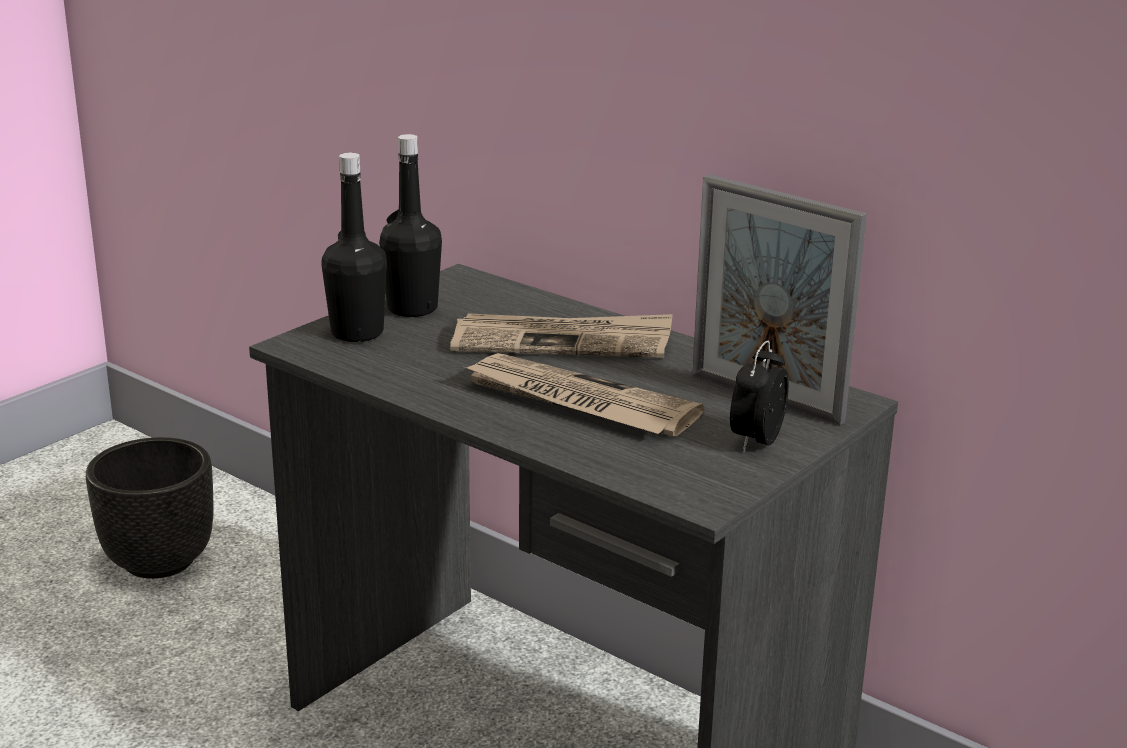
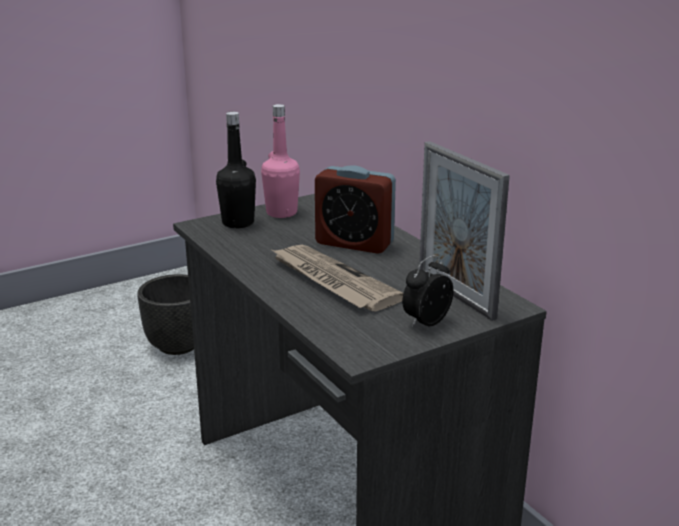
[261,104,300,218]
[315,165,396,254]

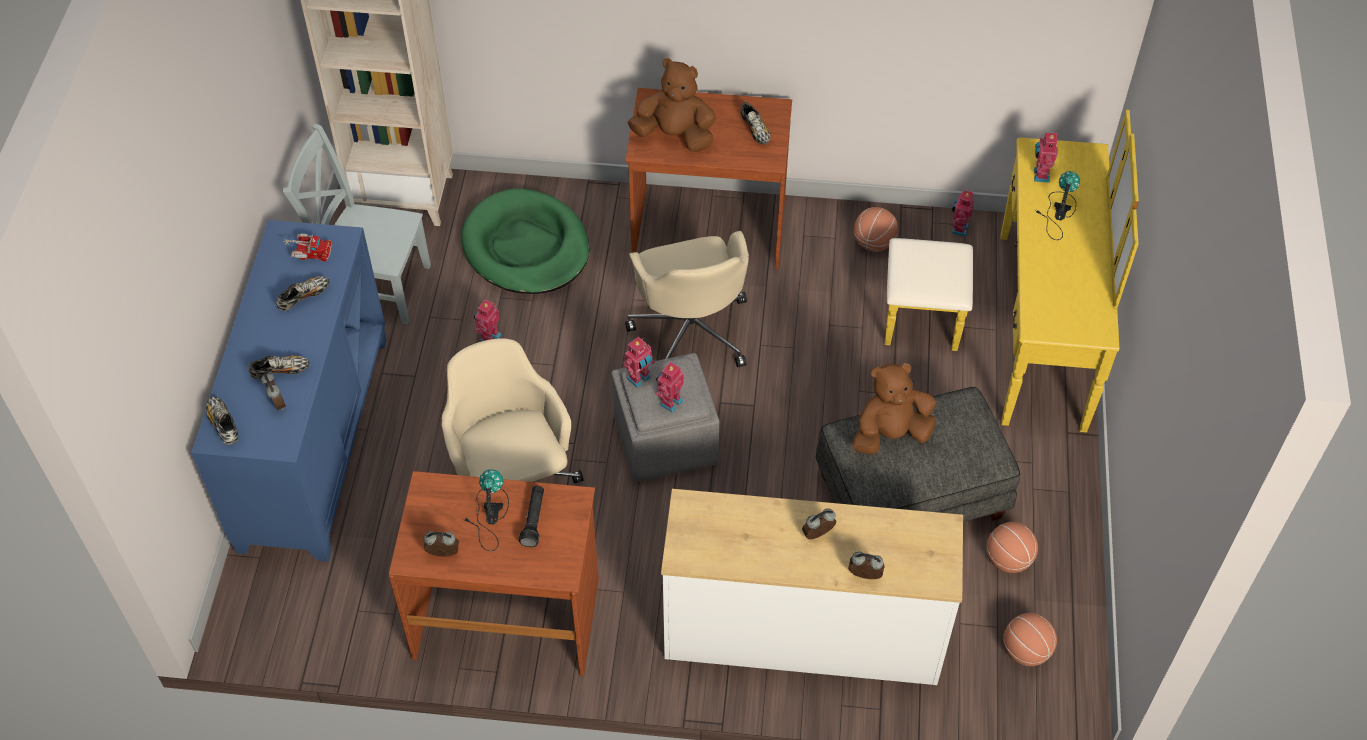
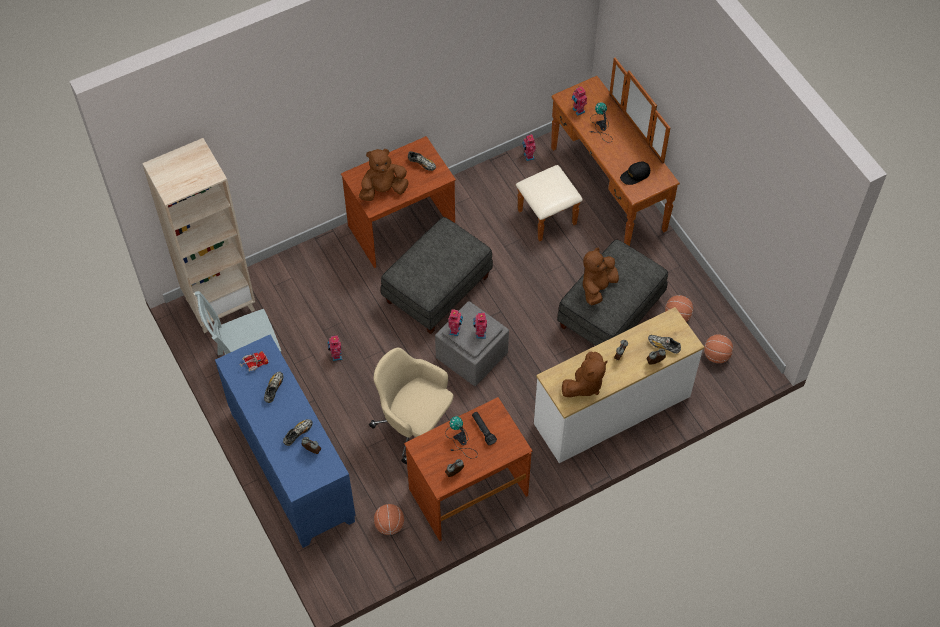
[648,335,681,354]
[461,188,589,294] (first image)
[381,217,493,334]
[374,504,404,535]
[516,58,680,246]
[562,352,607,397]
[620,162,650,185]

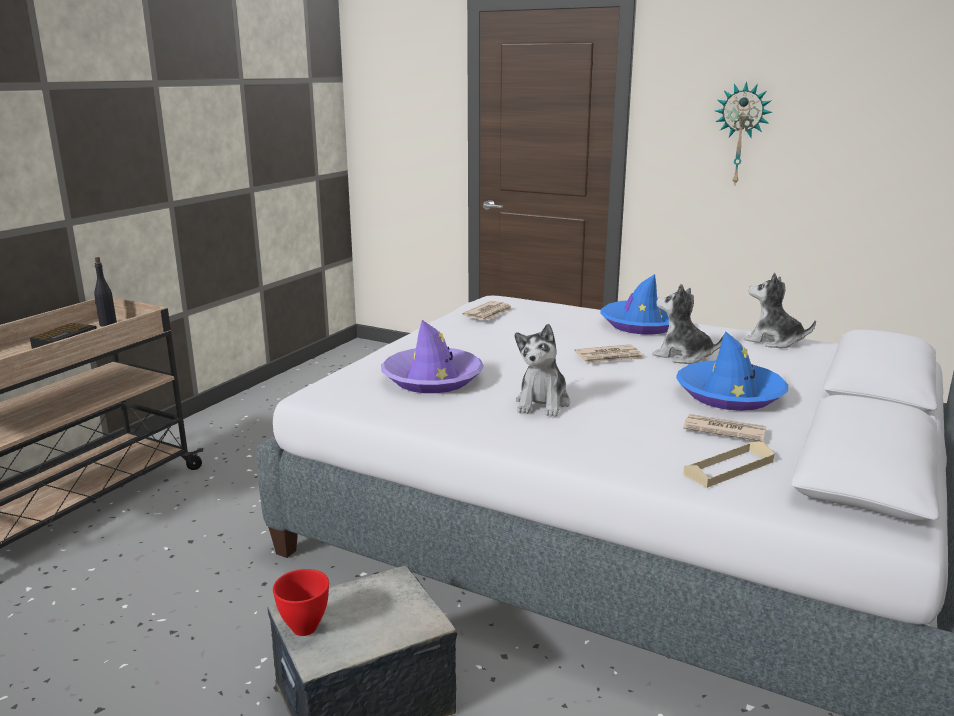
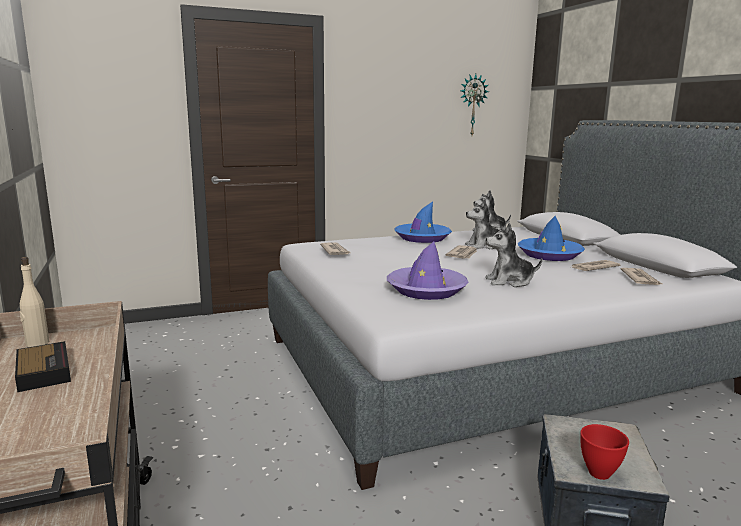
[20,257,49,347]
[485,223,542,287]
[621,268,662,285]
[460,74,489,135]

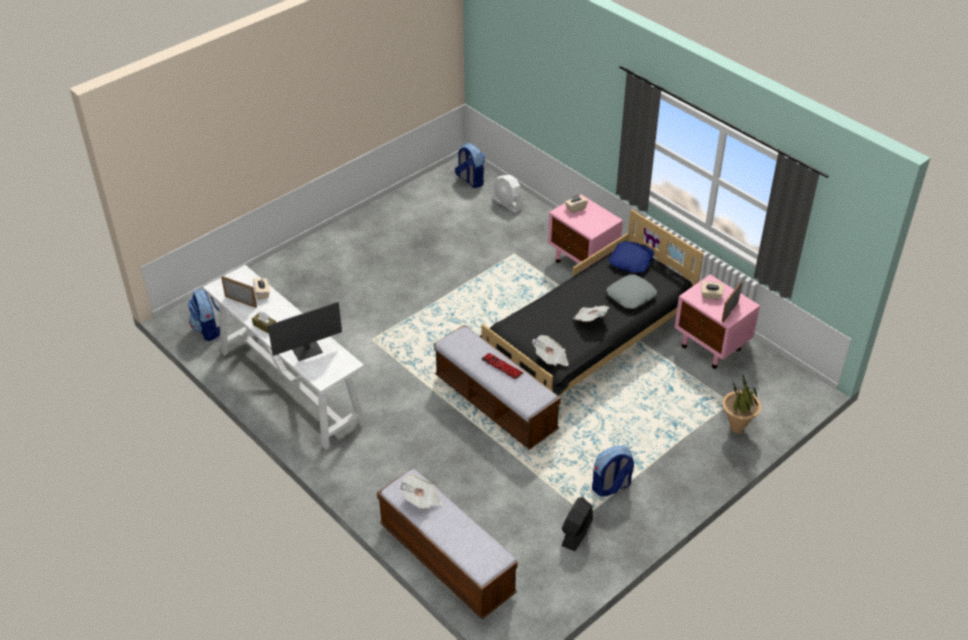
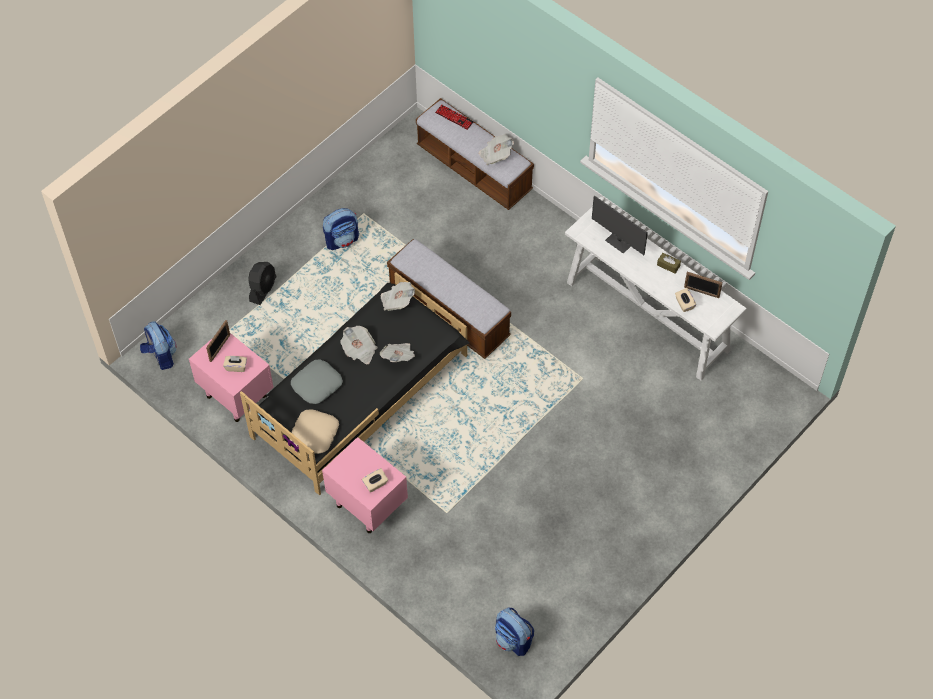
[140,321,176,370]
[592,196,648,255]
[435,105,474,130]
[493,175,524,213] (first image)
[249,262,276,305]
[289,409,339,454]
[723,374,761,433] (first image)
[380,343,415,362]

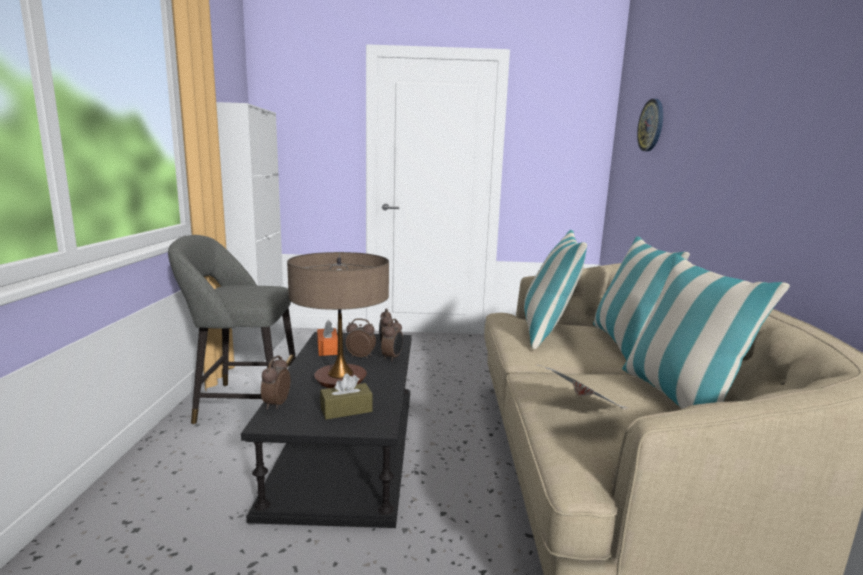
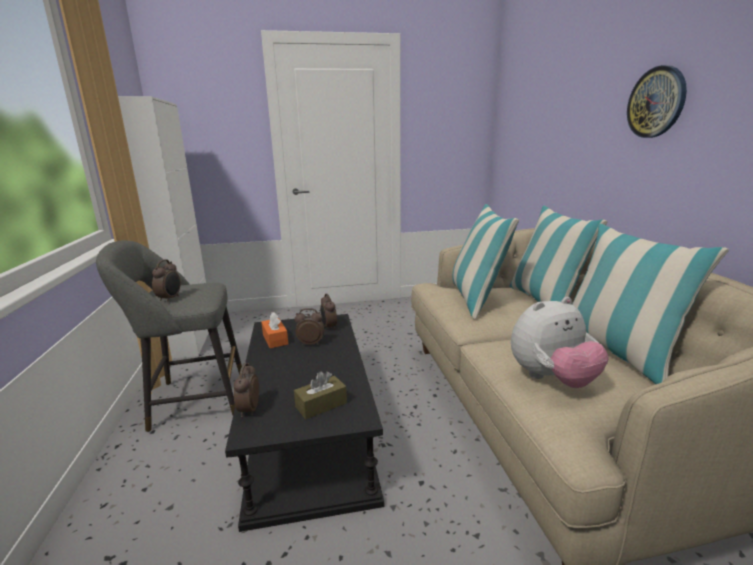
[287,252,389,388] (first image)
[152,260,181,302]
[511,297,609,388]
[627,65,687,138]

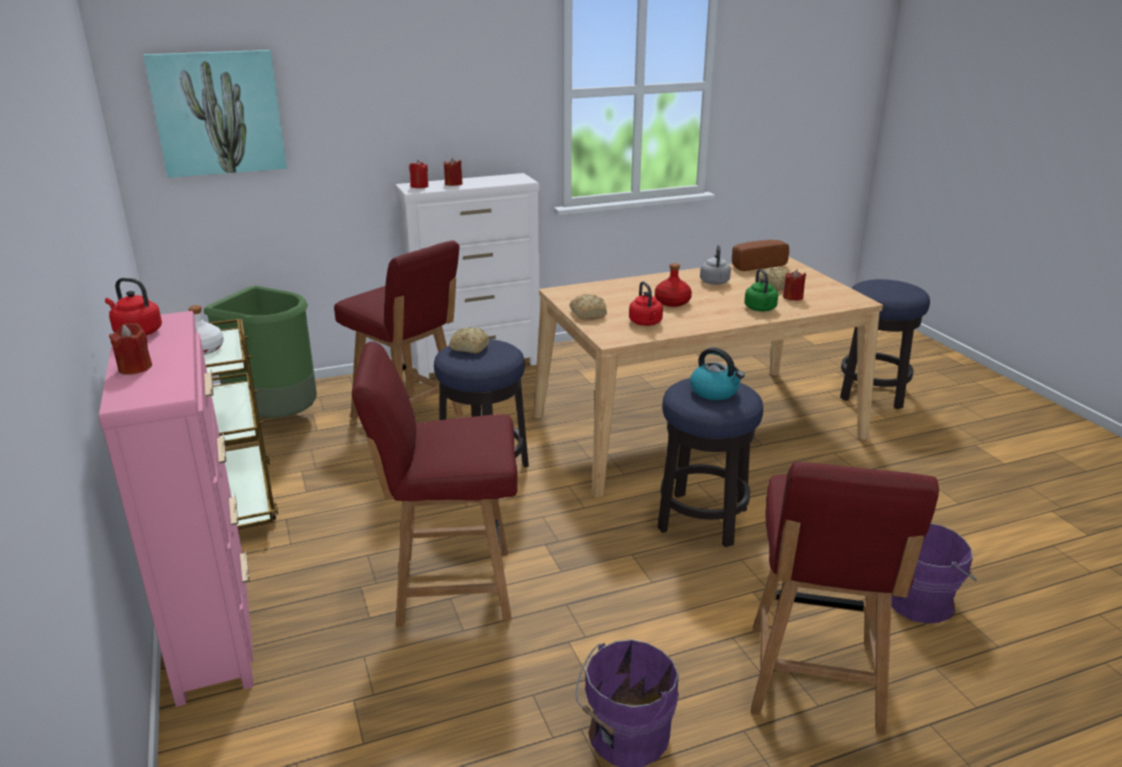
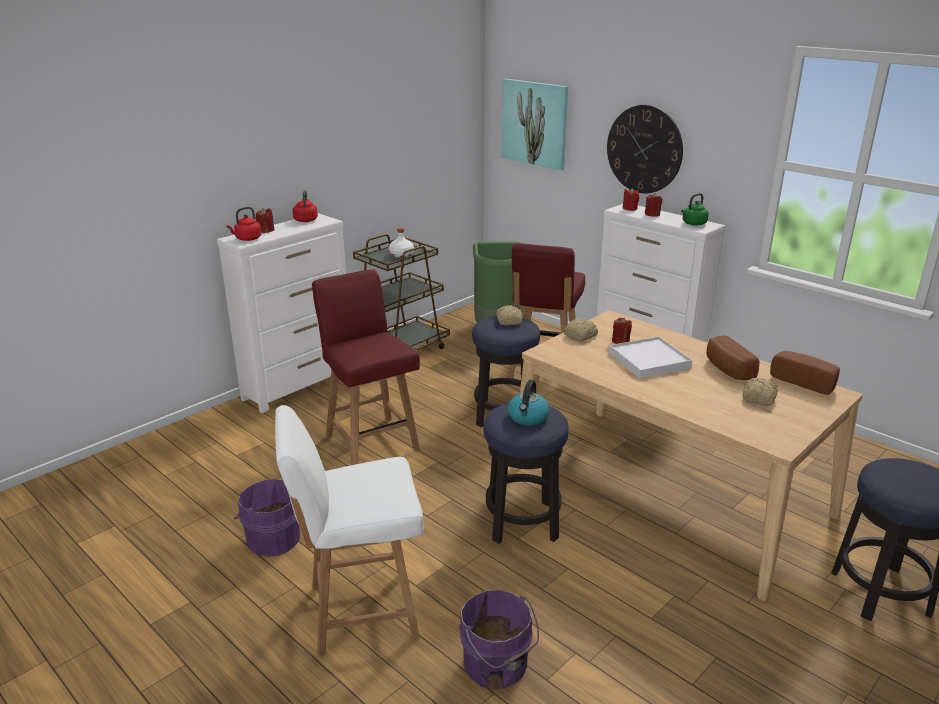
[217,213,346,413]
[227,207,262,241]
[609,336,692,378]
[706,335,759,380]
[681,193,709,226]
[275,405,424,656]
[612,318,632,344]
[607,105,683,193]

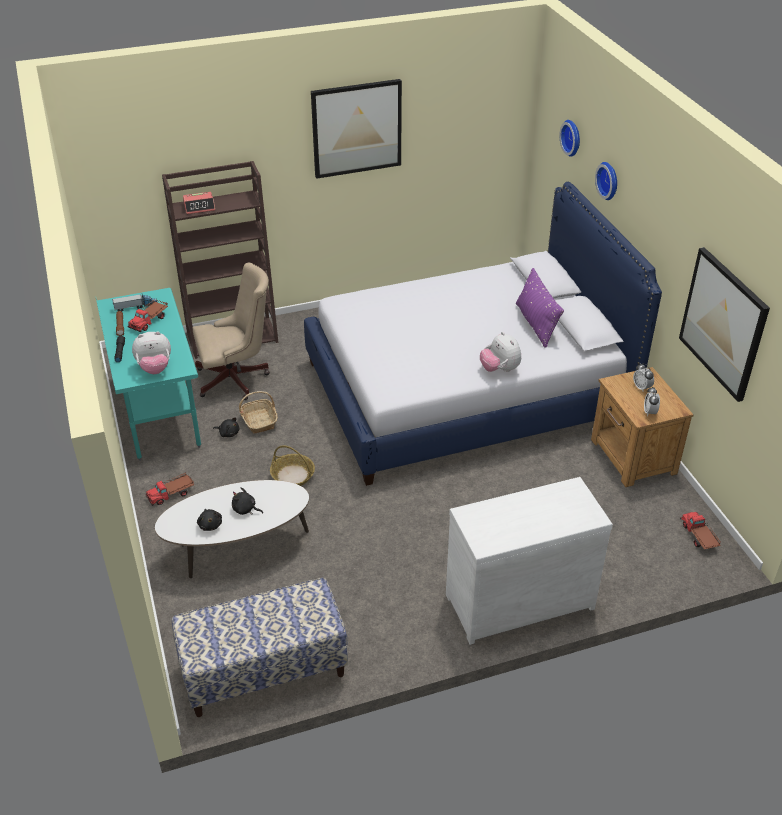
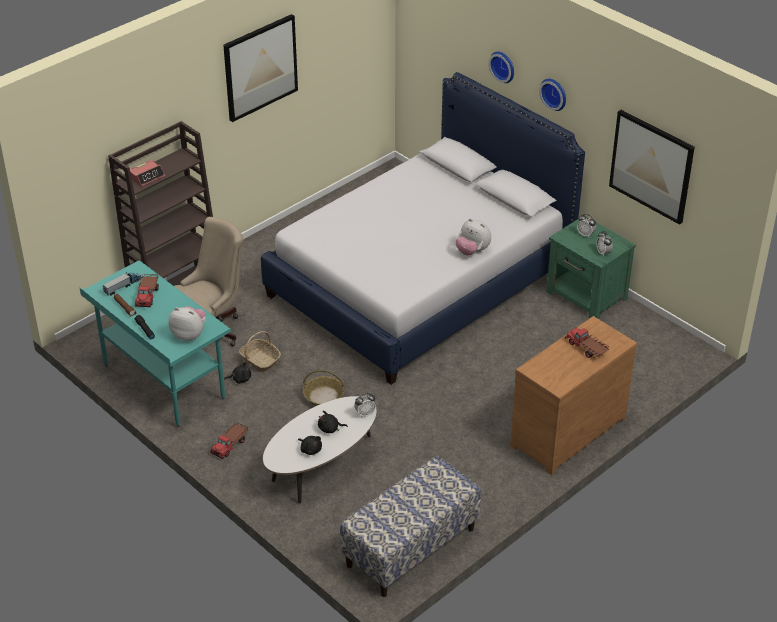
[168,306,206,341]
[510,316,637,475]
[516,268,564,348] (first image)
[539,79,566,111]
[546,219,636,319]
[565,327,609,358]
[354,393,376,417]

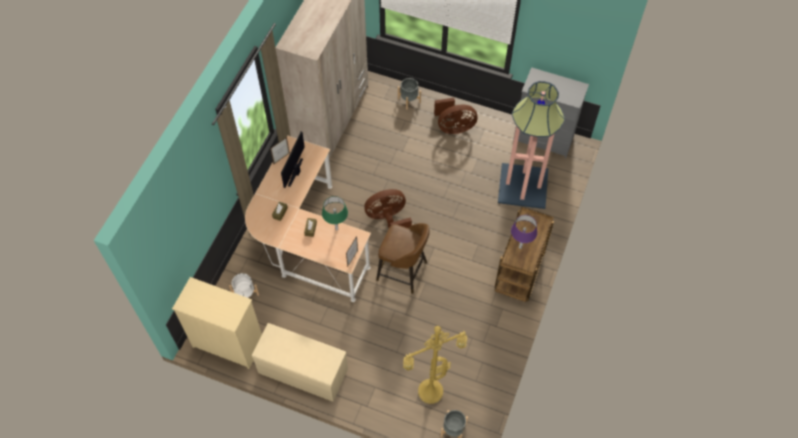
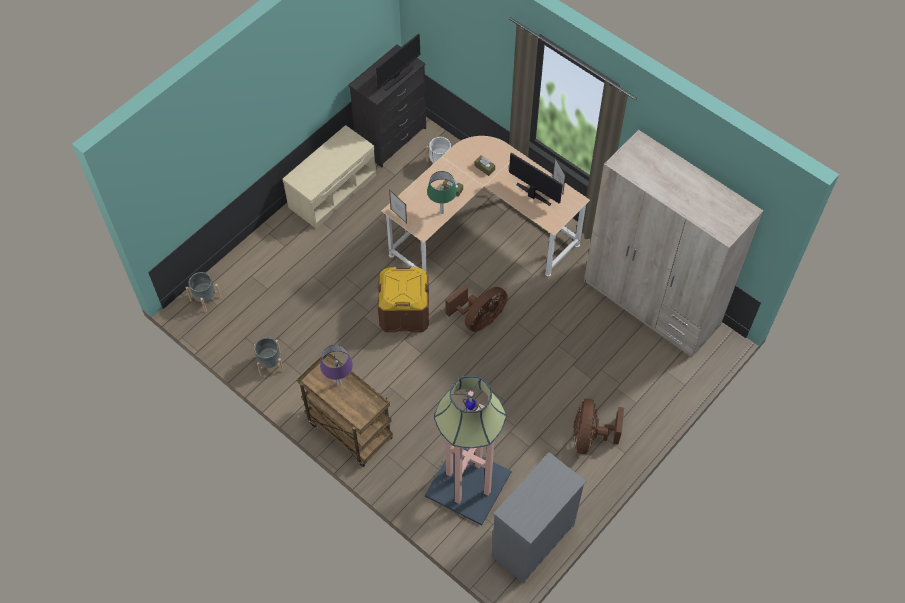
[348,44,426,167]
[445,285,508,332]
[378,267,429,332]
[254,337,284,376]
[403,326,467,404] (first image)
[376,34,420,91]

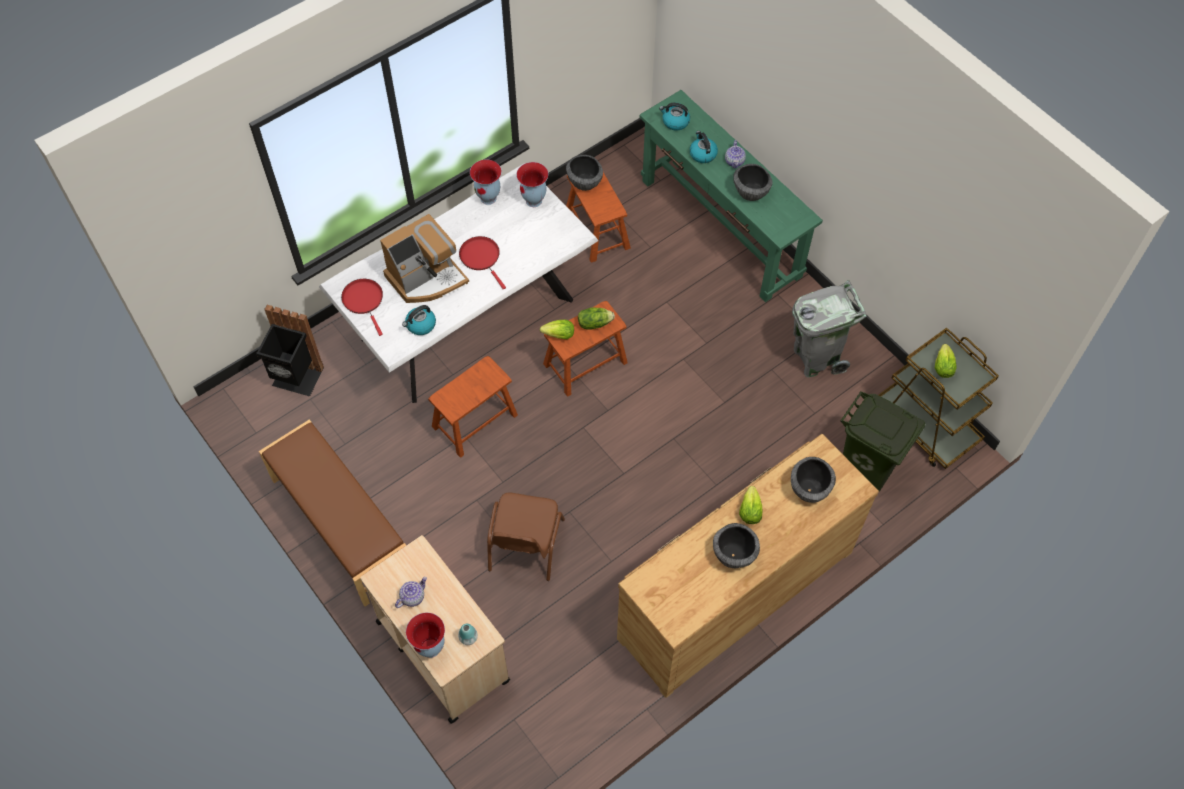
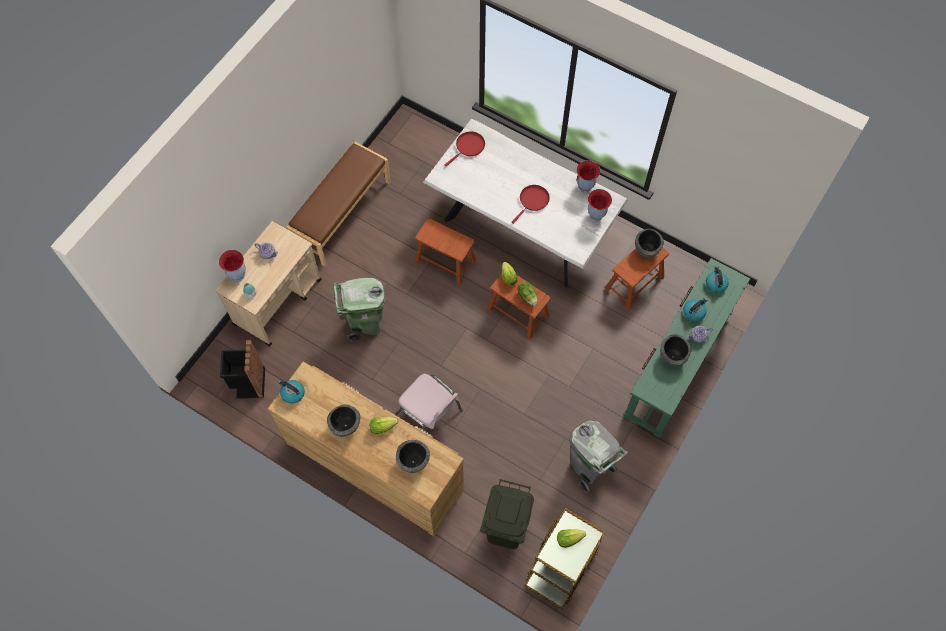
[220,340,265,399]
[380,214,469,303] (first image)
[278,380,305,404]
[334,278,386,342]
[395,374,463,438]

